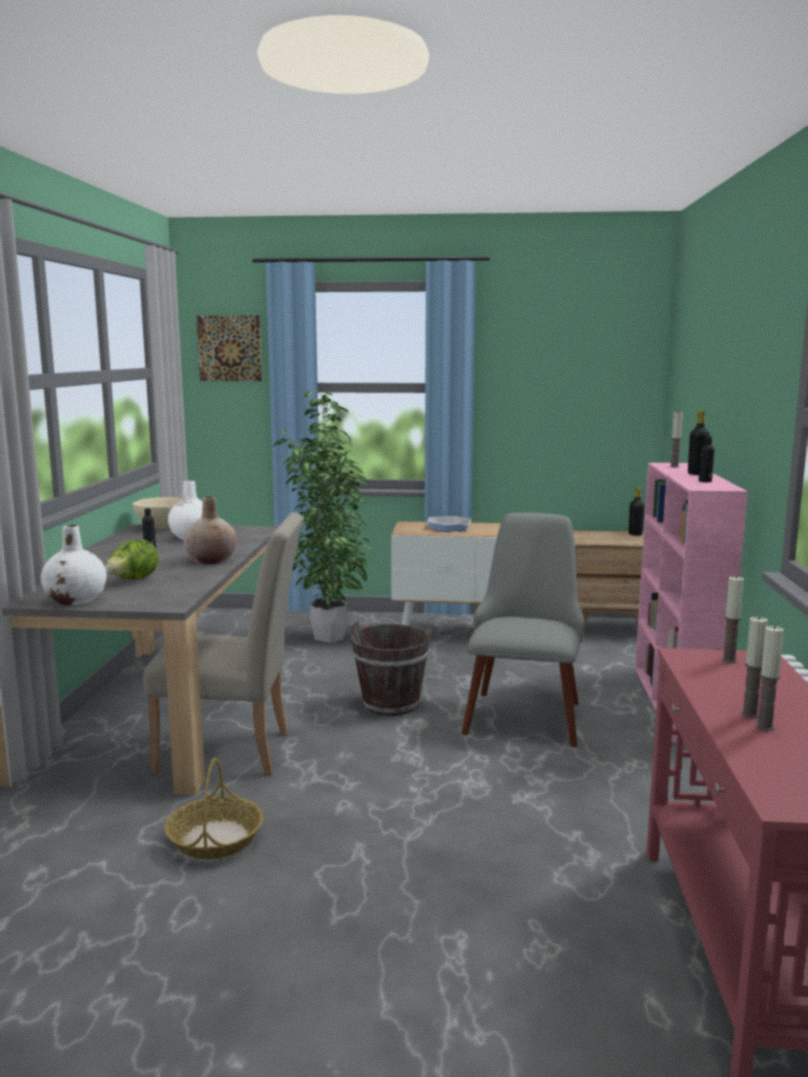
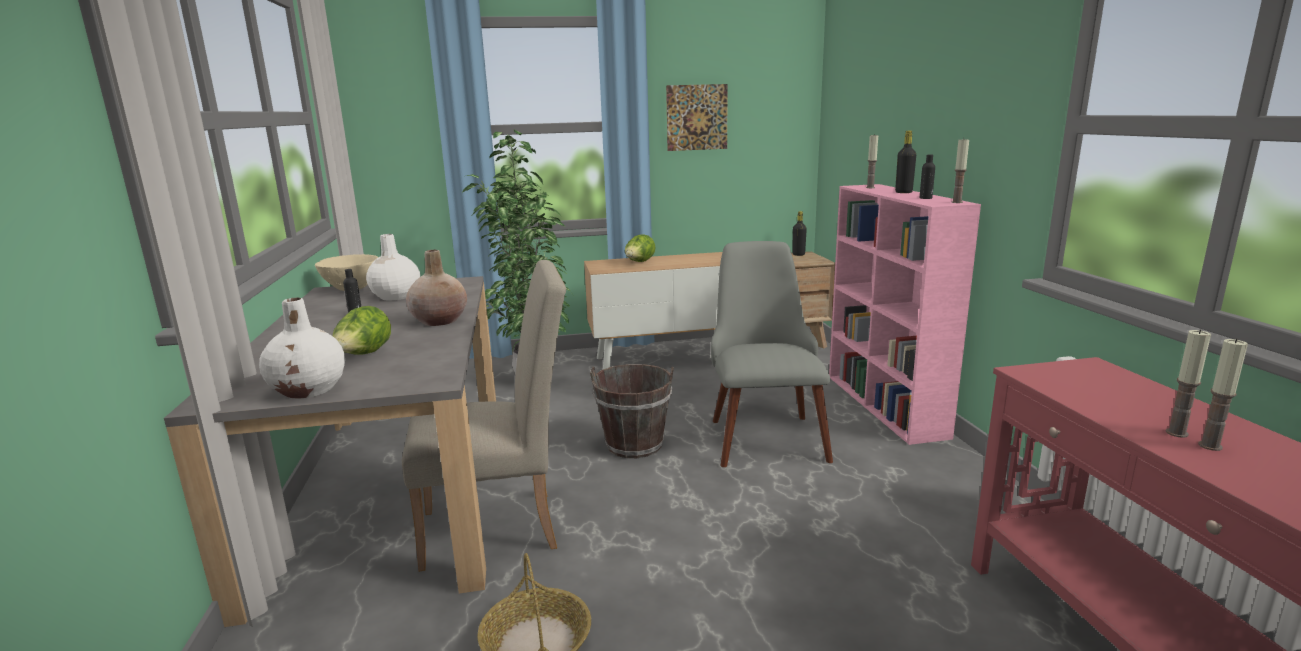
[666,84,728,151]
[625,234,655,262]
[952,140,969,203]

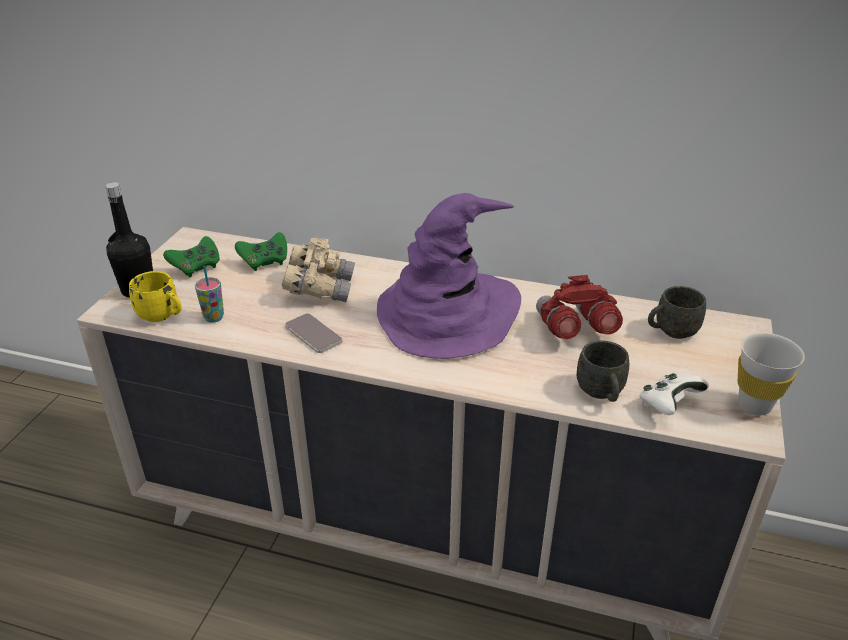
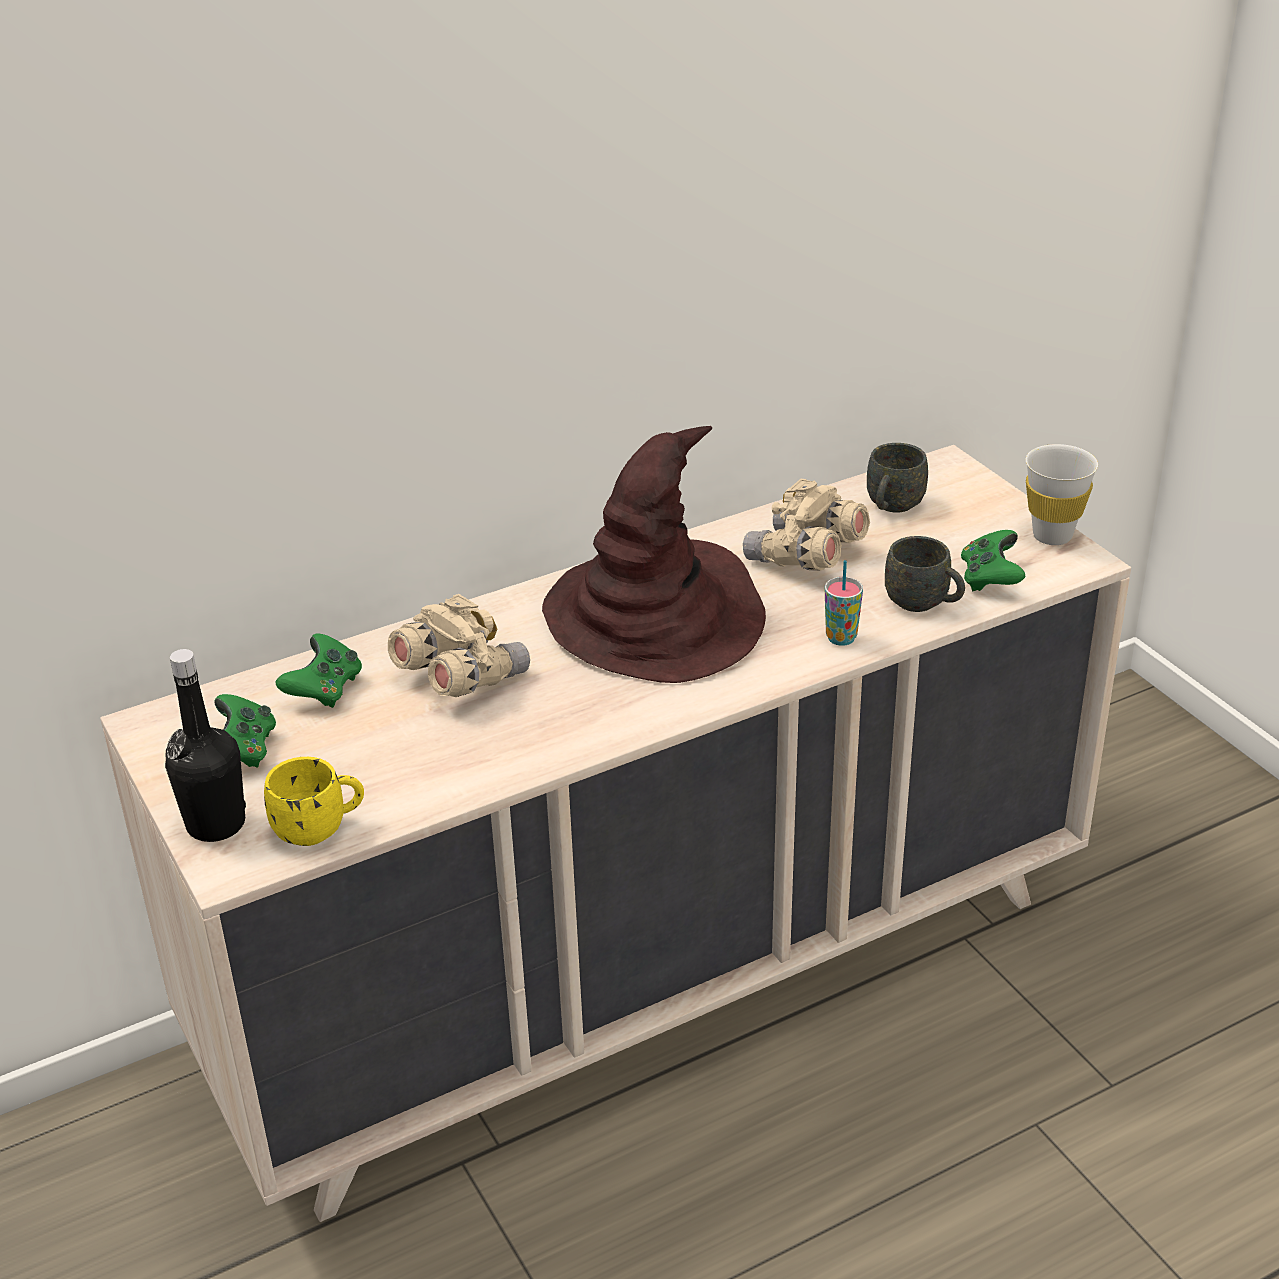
[825,560,863,646]
[285,313,342,353] (first image)
[542,426,766,683]
[743,479,870,570]
[961,530,1025,591]

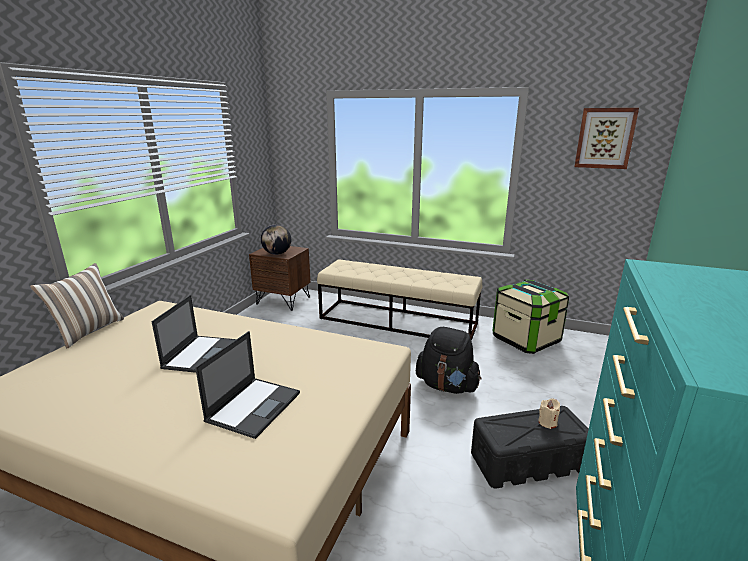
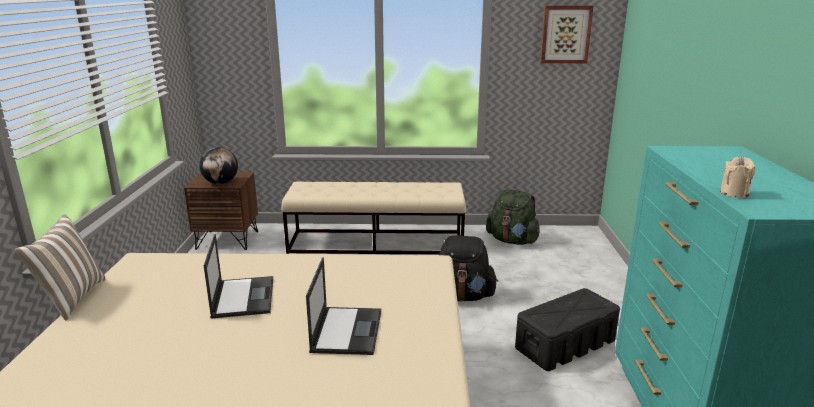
[486,189,540,245]
[720,156,755,198]

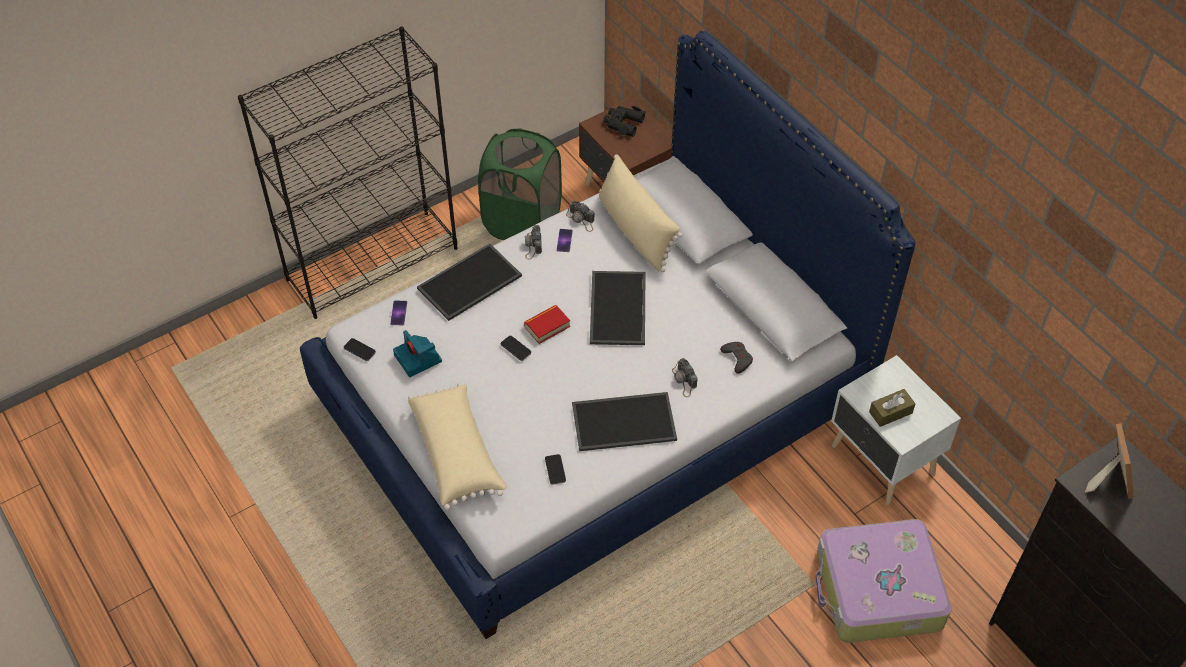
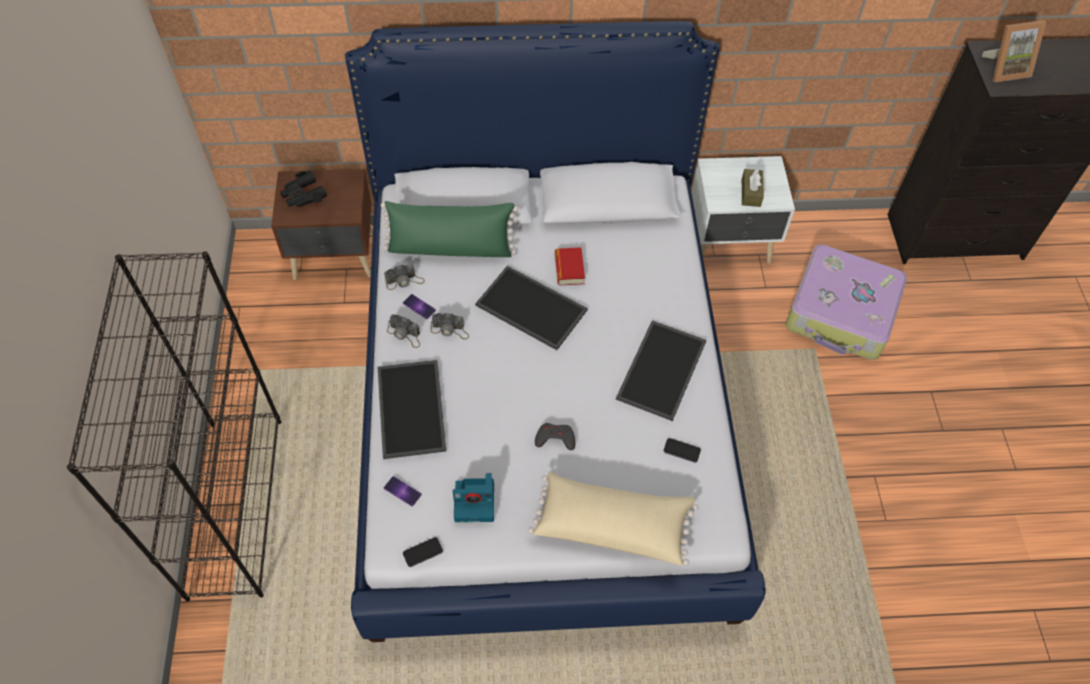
[478,128,562,240] (first image)
[501,336,531,361] (first image)
[555,247,585,285]
[381,201,518,257]
[431,313,469,340]
[535,423,575,450]
[982,20,1046,82]

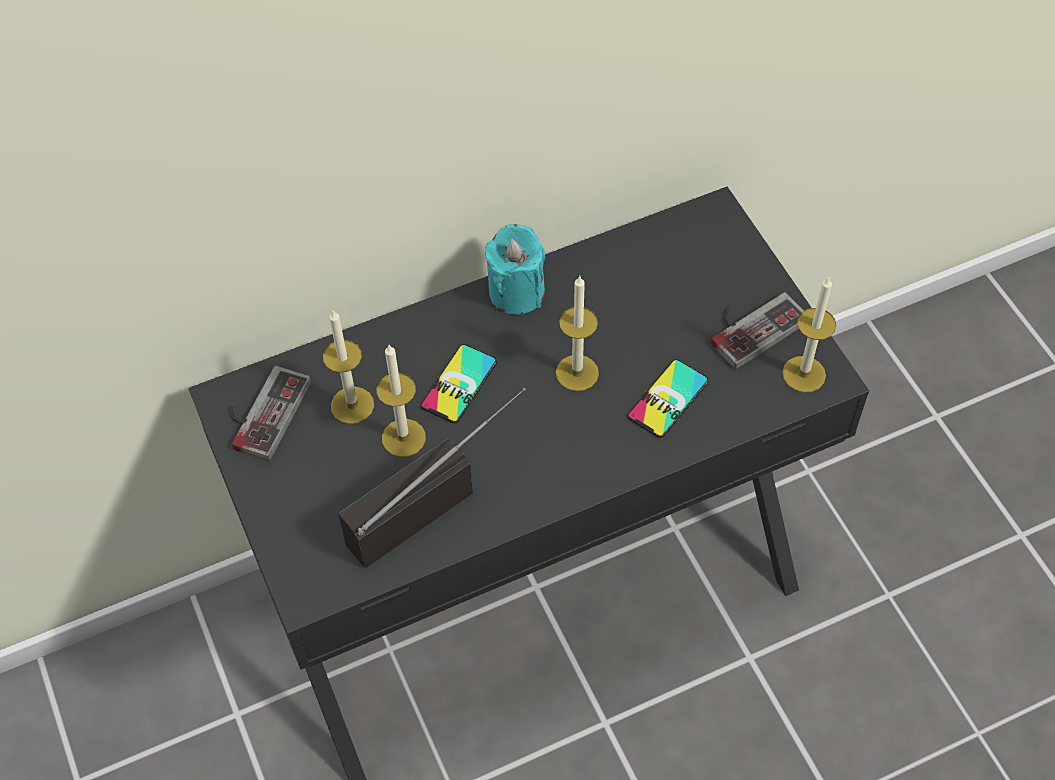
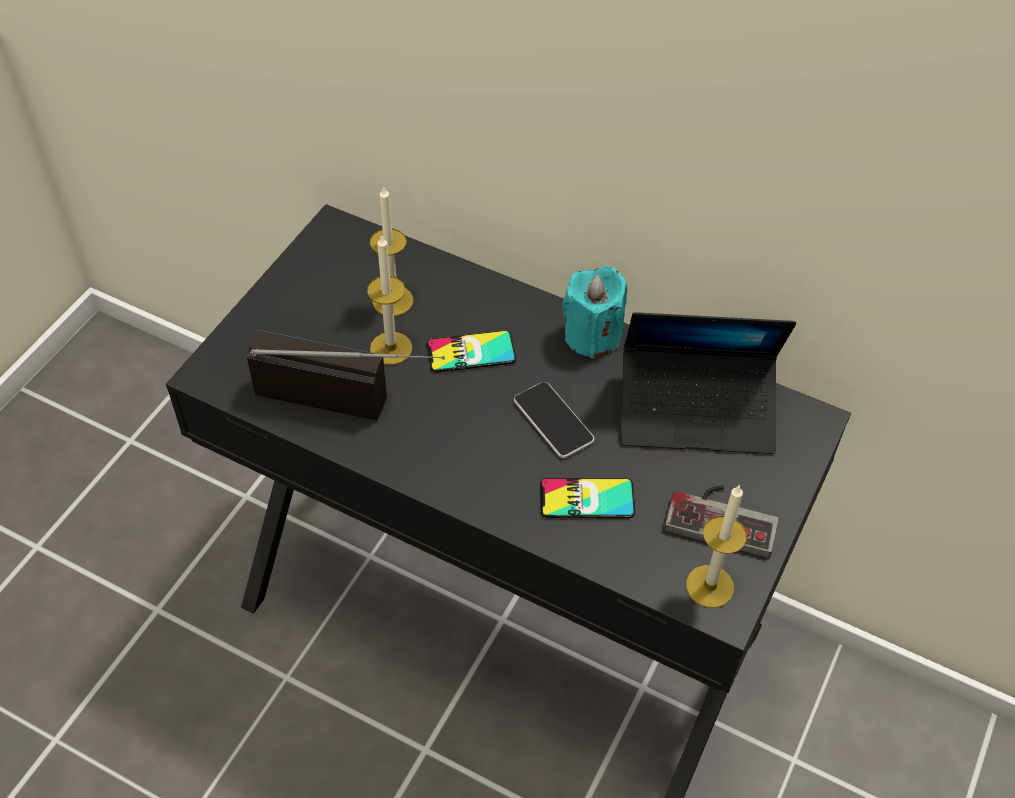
[230,366,311,461] (first image)
[514,382,594,458]
[620,312,796,454]

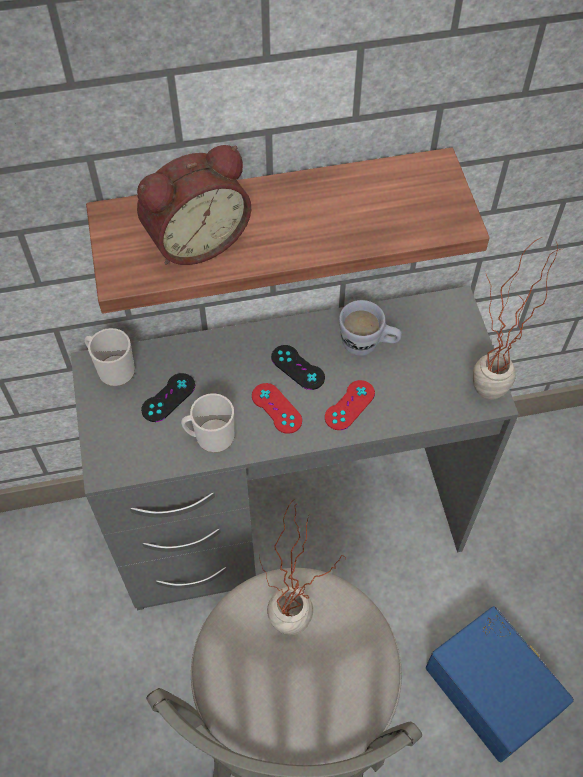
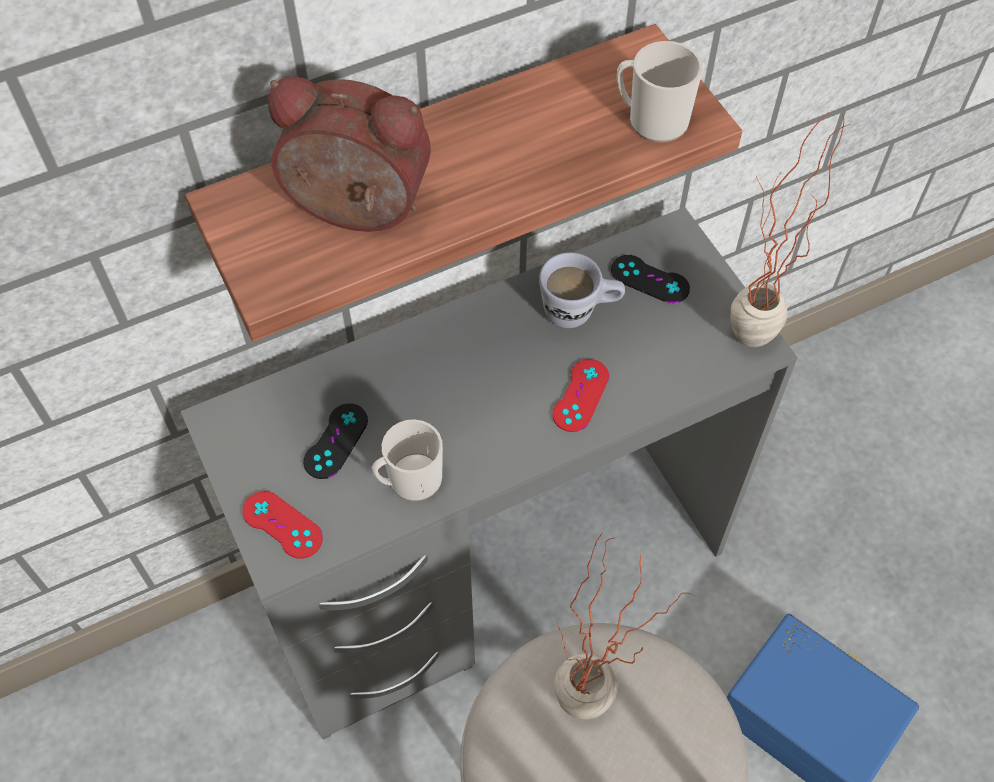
[617,41,703,143]
[268,77,431,232]
[242,491,323,559]
[611,255,690,303]

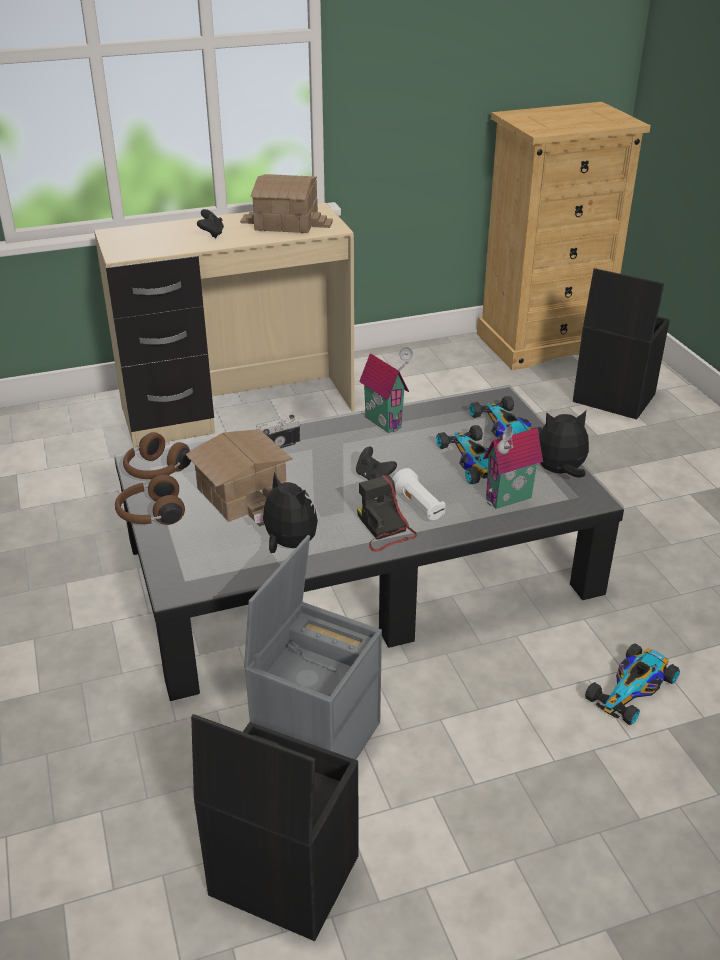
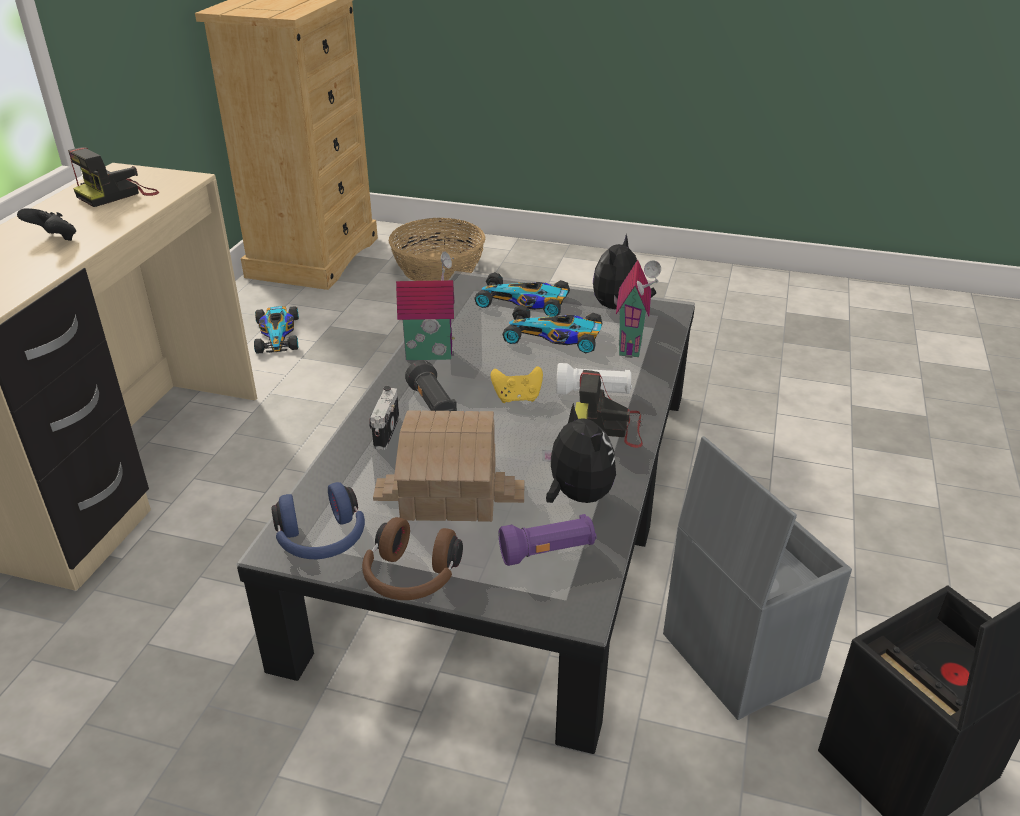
[272,482,365,559]
[68,147,159,207]
[542,403,616,503]
[491,366,543,403]
[389,218,485,281]
[254,306,299,353]
[405,360,457,411]
[499,514,597,566]

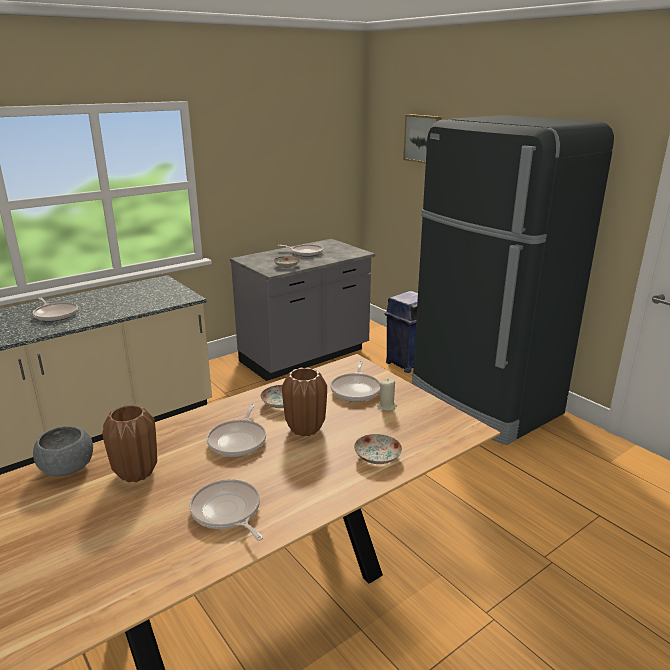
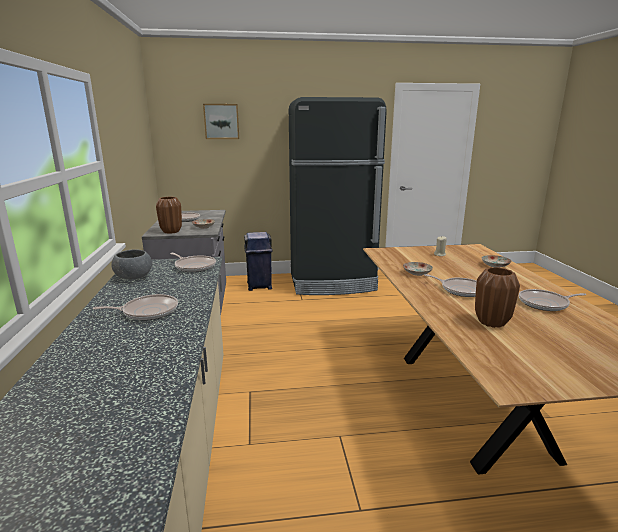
[111,249,152,279]
[156,197,182,234]
[170,253,216,272]

